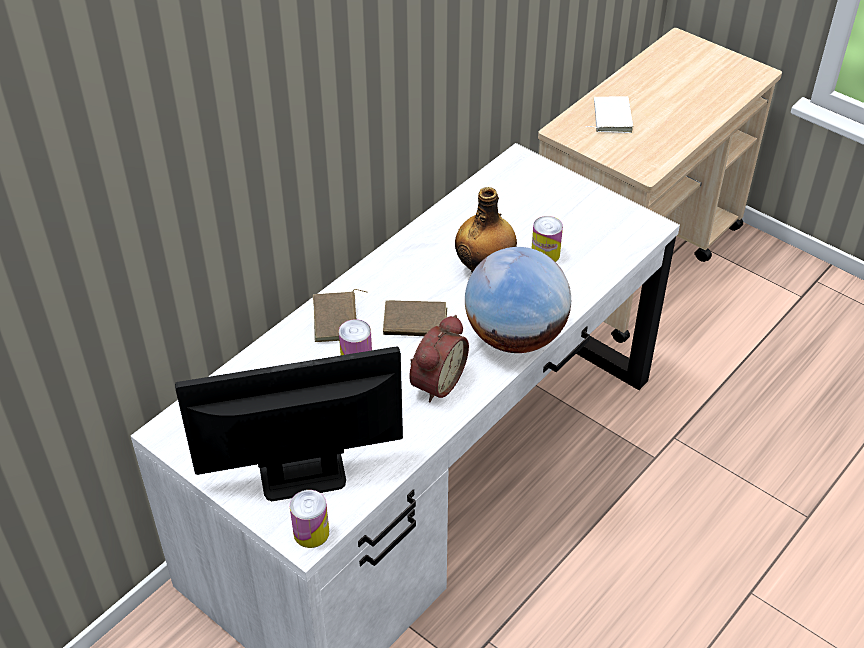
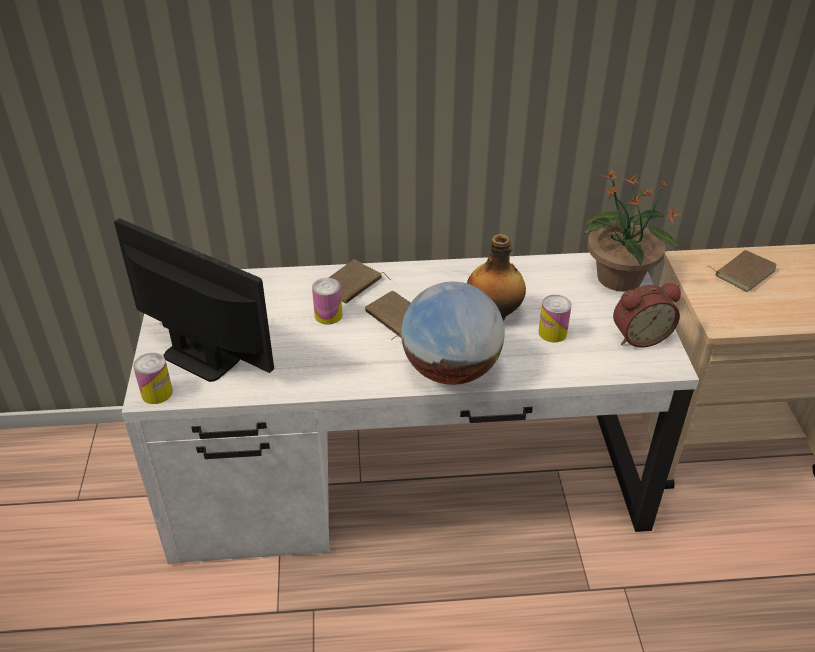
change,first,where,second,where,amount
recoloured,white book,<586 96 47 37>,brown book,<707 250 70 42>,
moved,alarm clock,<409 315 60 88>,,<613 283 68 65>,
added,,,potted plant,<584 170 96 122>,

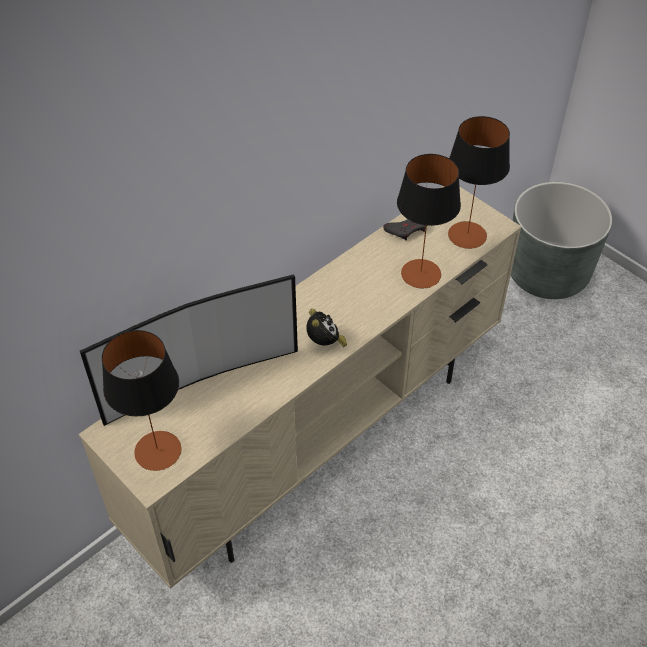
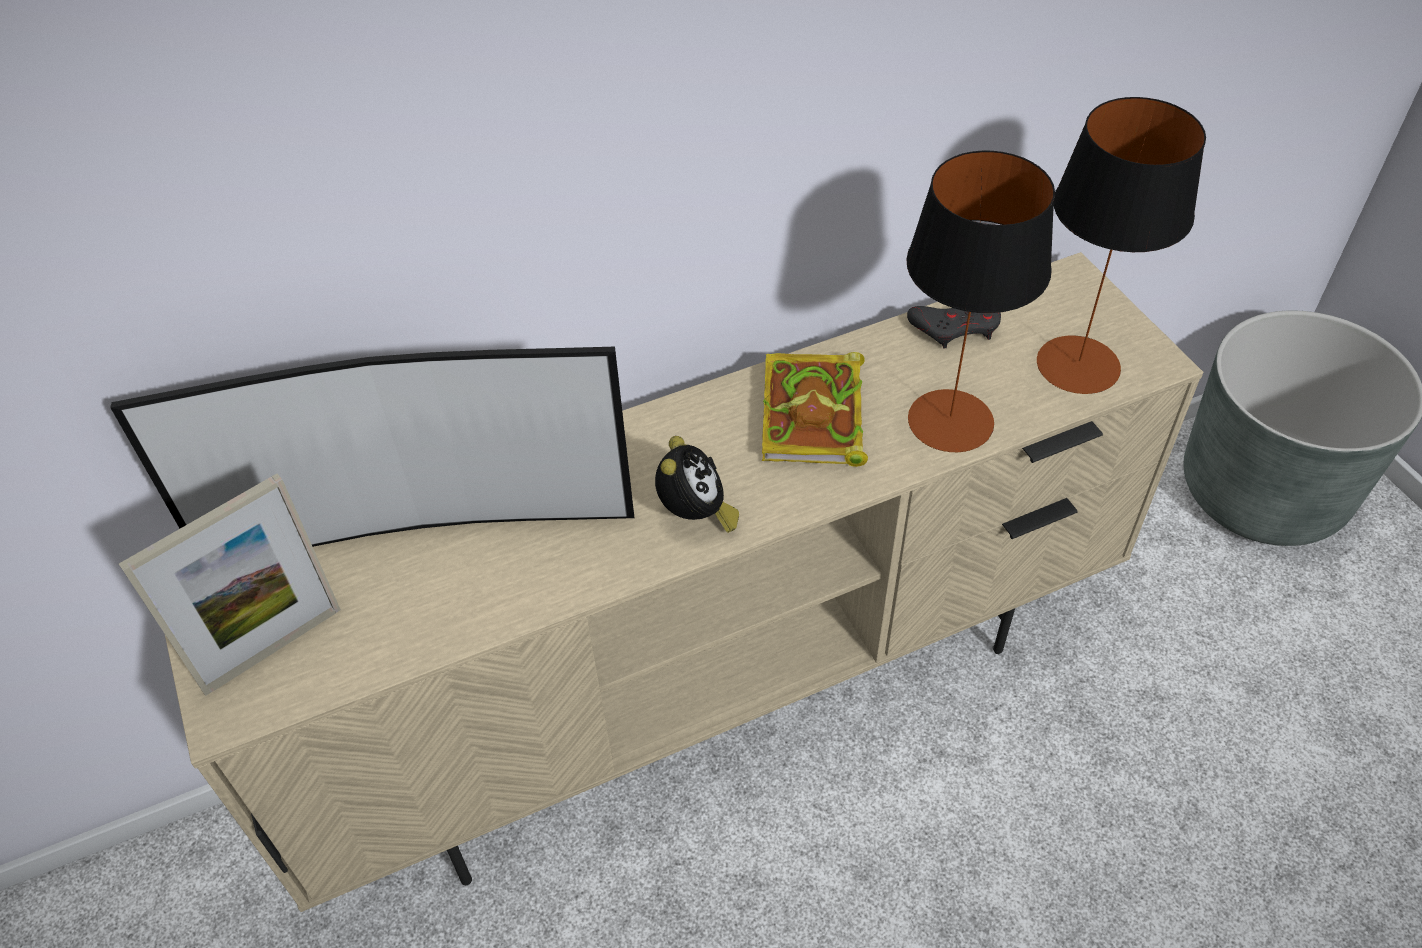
change,first,where,second,where,amount
replaced,table lamp,<102 330 79 141>,picture frame,<119 474 222 222>,
added,,,book,<762 352 106 115>,

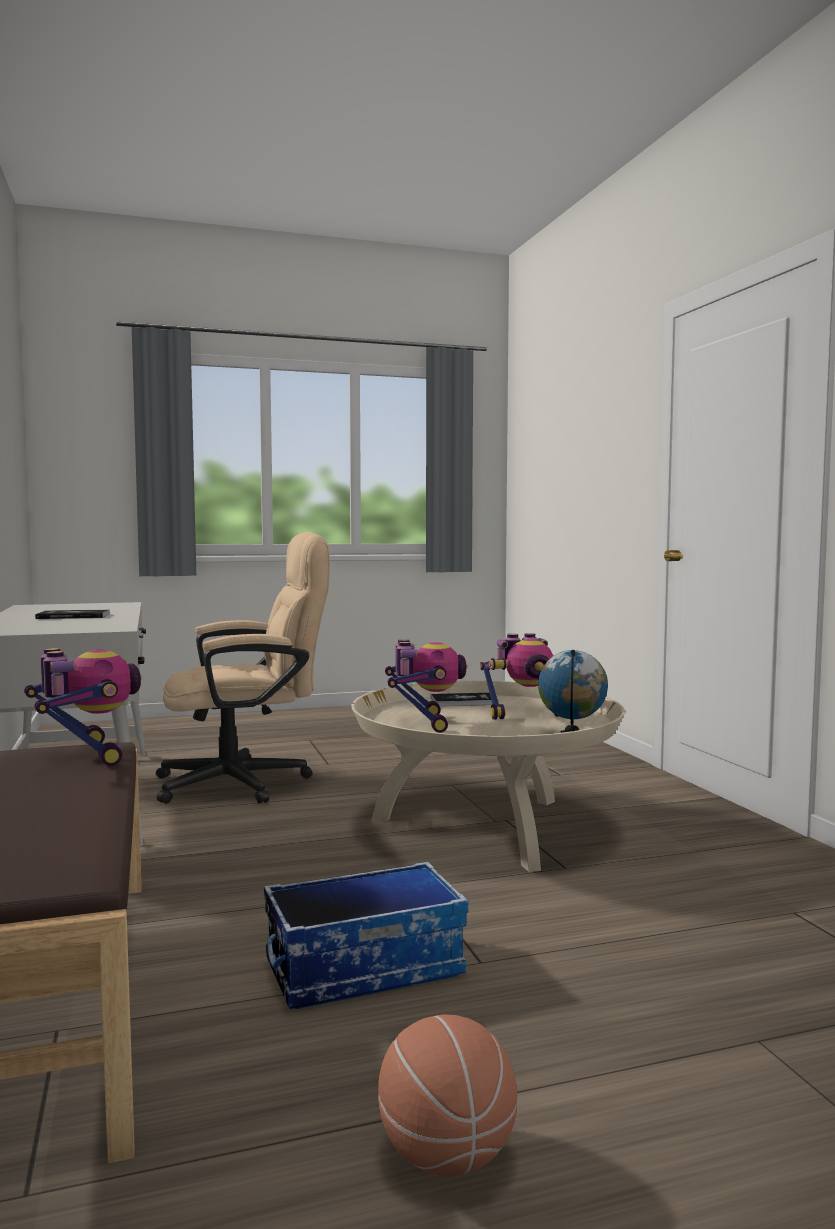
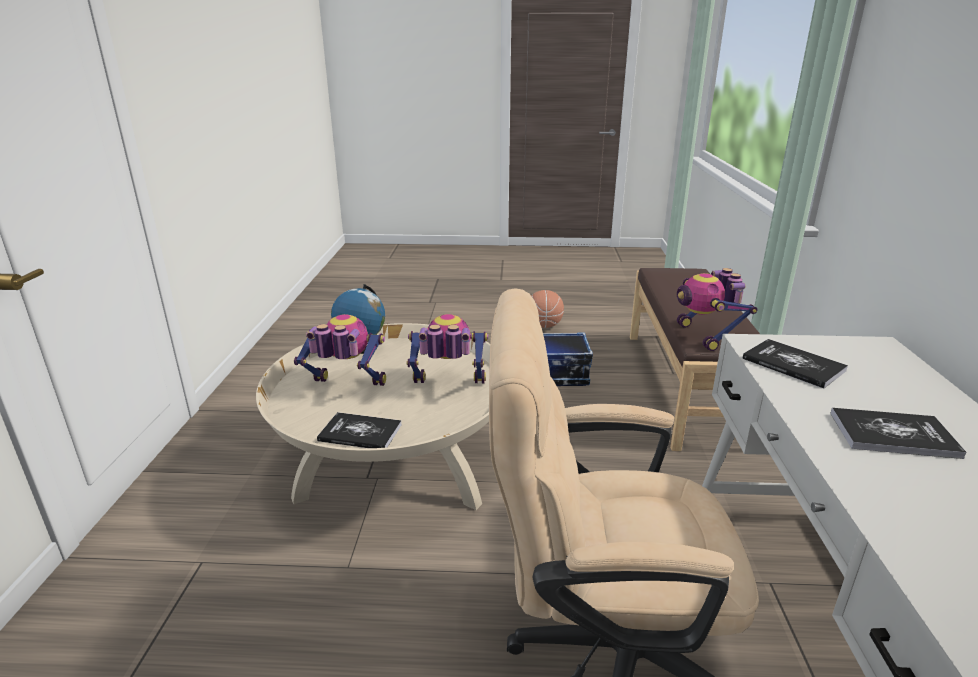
change,first,where,second,where,amount
turned,toy robot,<385 639 83 94>,,<406 314 82 69>,75 degrees clockwise
added,,,book,<743 339 105 50>,

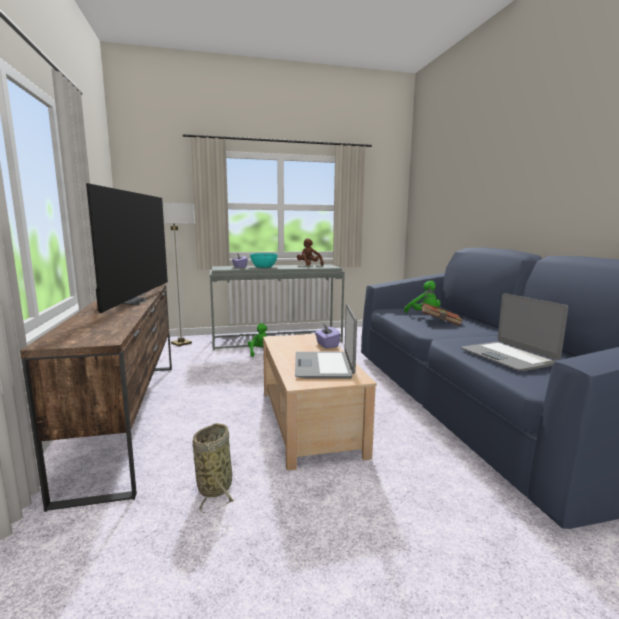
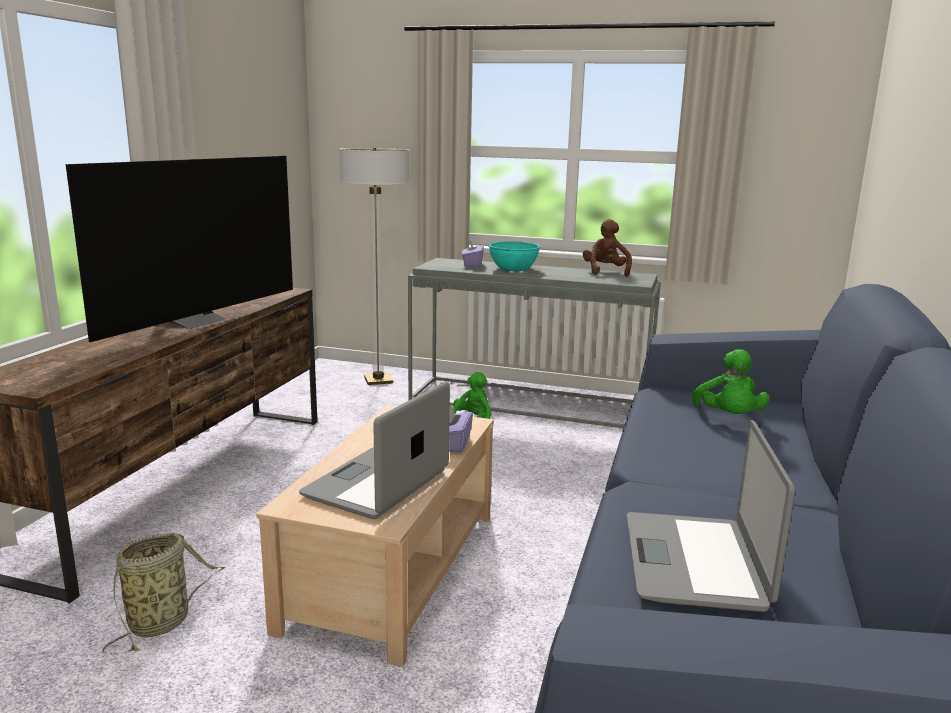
change,first,where,second,where,amount
removed,brown book,<422 303 41 23>,,,

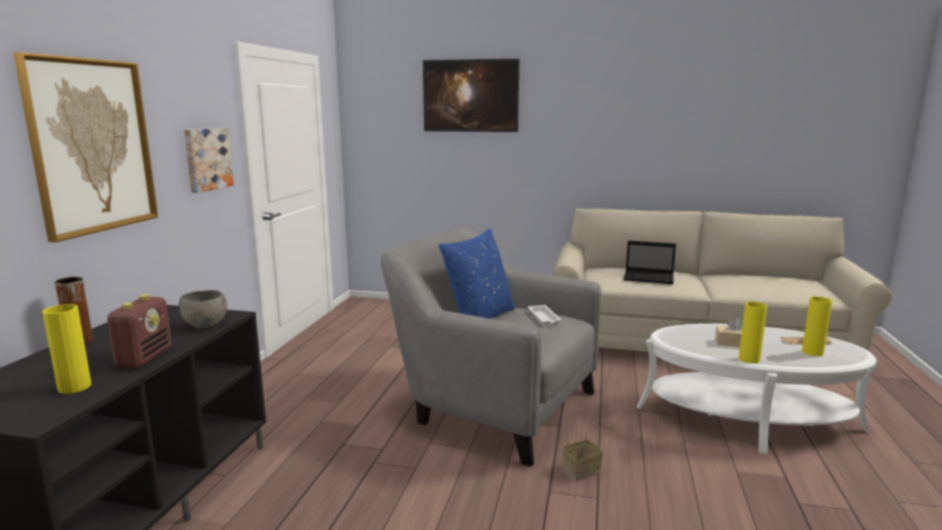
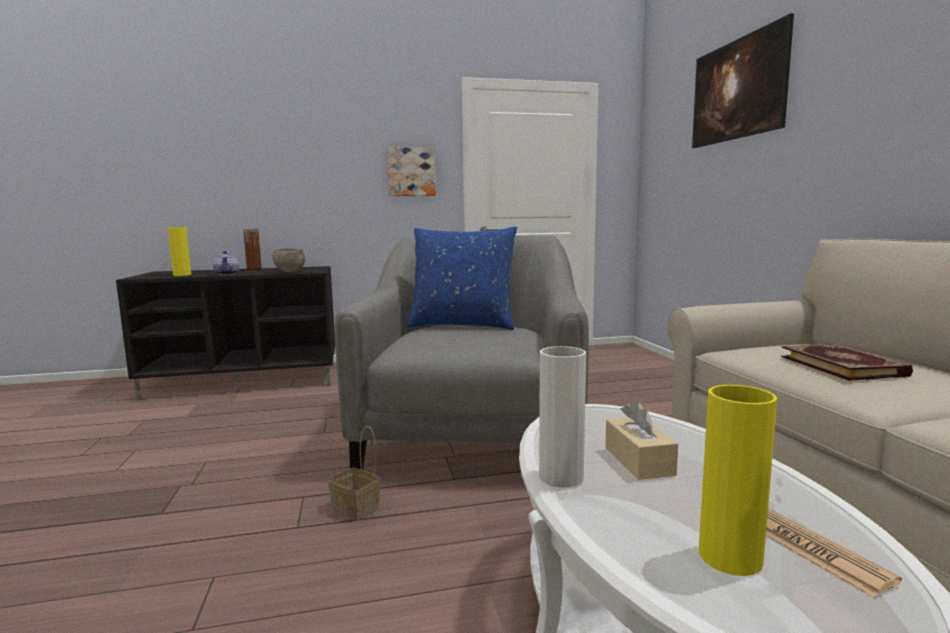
change,first,where,second,where,amount
removed,picture,<13 52 145 190>,,,
replaced,laptop,<624 241 52 43>,book,<781 344 132 37>,
replaced,radio,<107 294 65 74>,teapot,<213 251 27 24>,
recoloured,yellow vase,<739 302 28 61>,white vase,<539 346 47 142>,
removed,white tray,<528 305 33 20>,,,

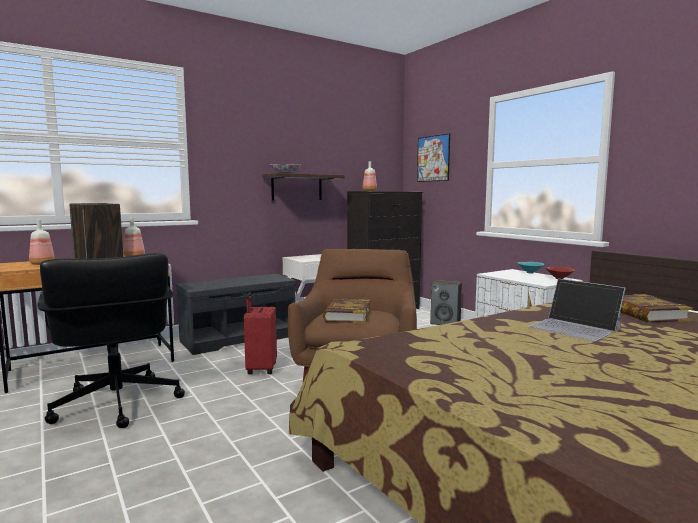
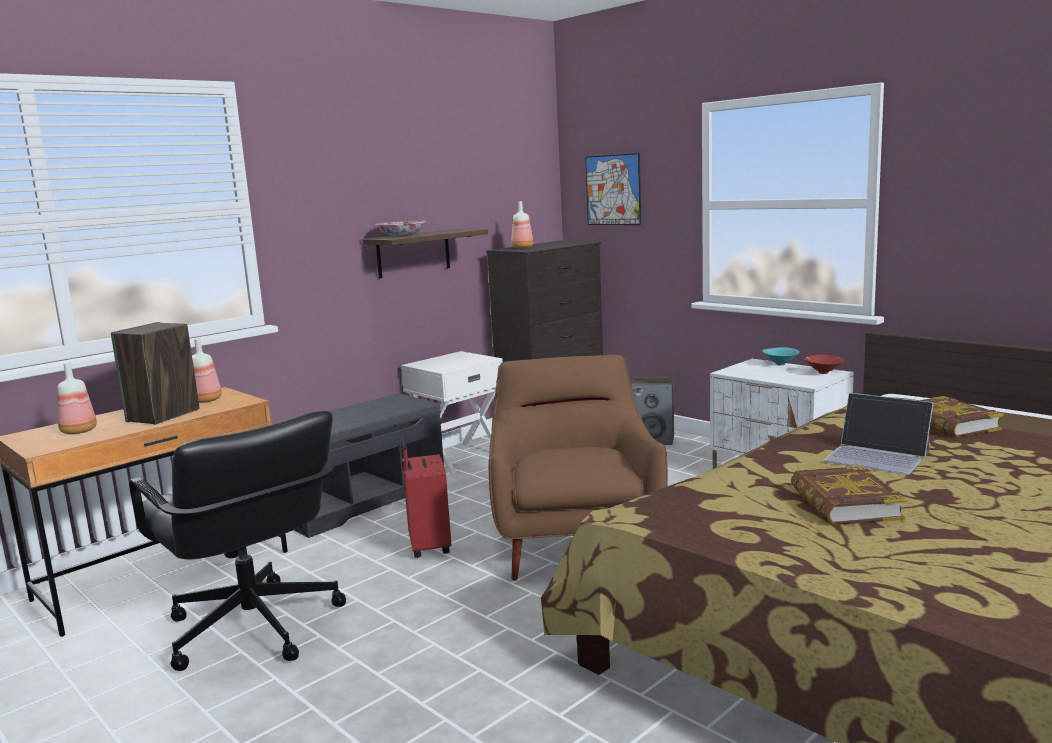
change,first,where,second,where,amount
moved,book,<323 299 47 24>,,<791 466 116 59>,

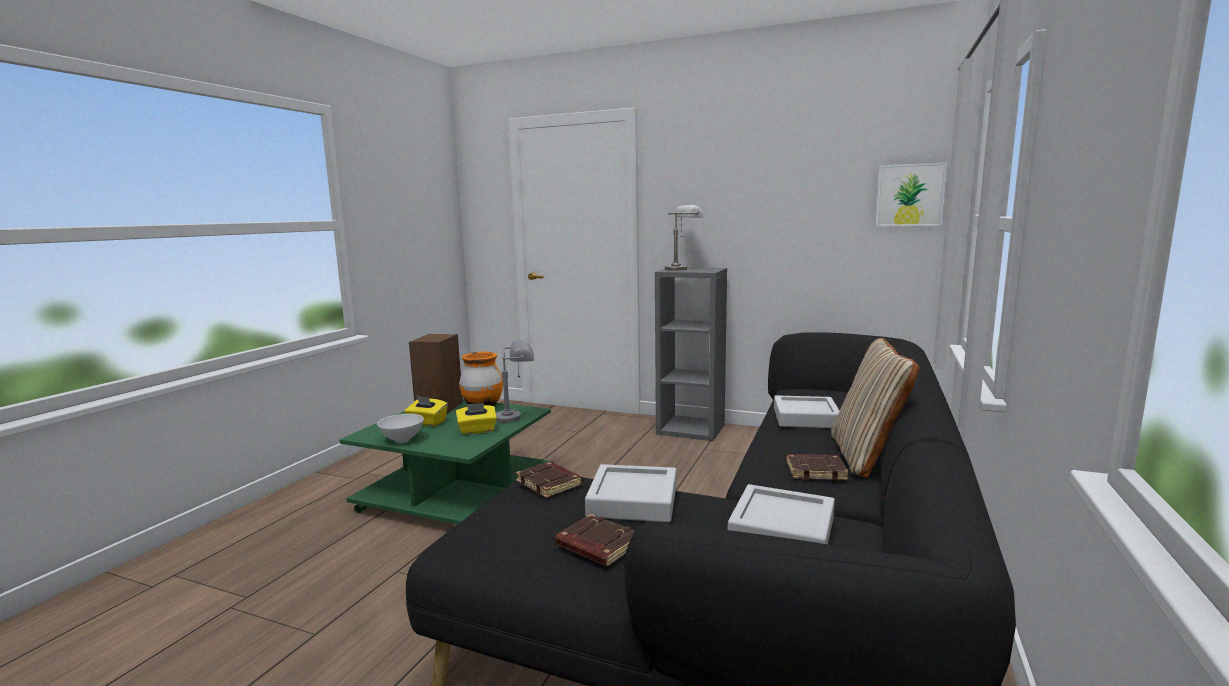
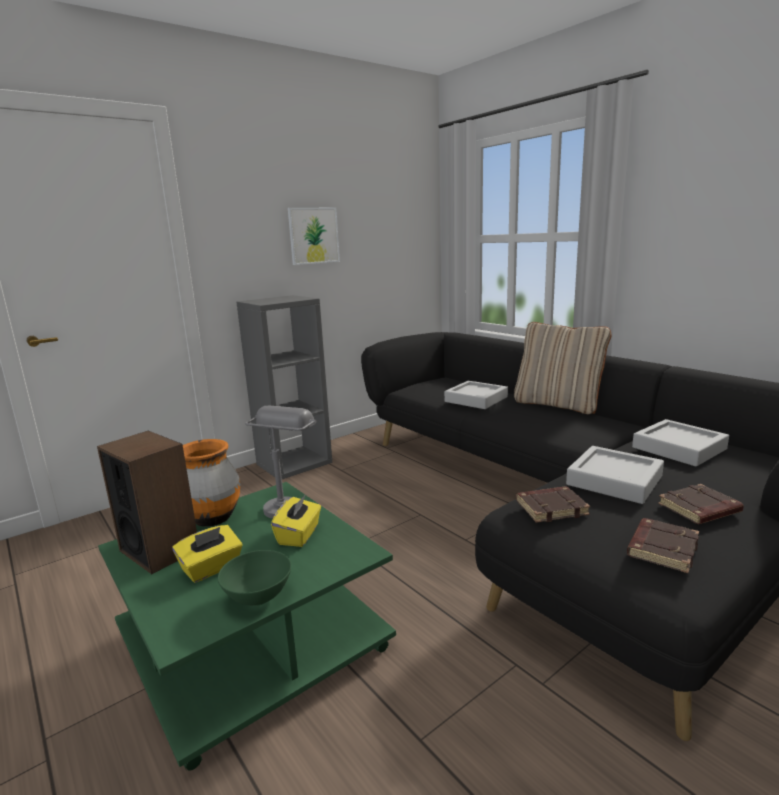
change,first,where,second,where,amount
moved,picture,<876 163 71 64>,,<288 208 52 57>,
removed,grey table lamp,<665 205 39 66>,,,
recoloured,white bowl,<377 414 47 29>,green bowl,<218 550 73 56>,
moved,brown book,<787 454 62 27>,,<627 518 72 55>,

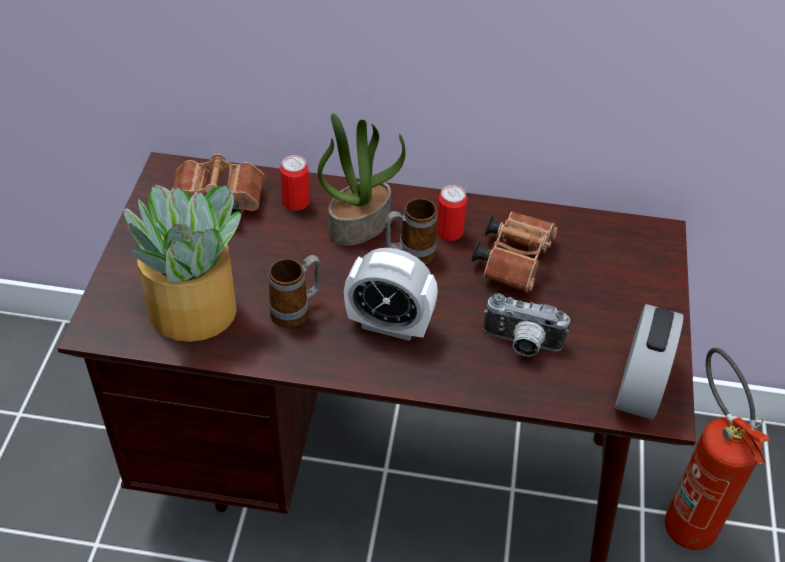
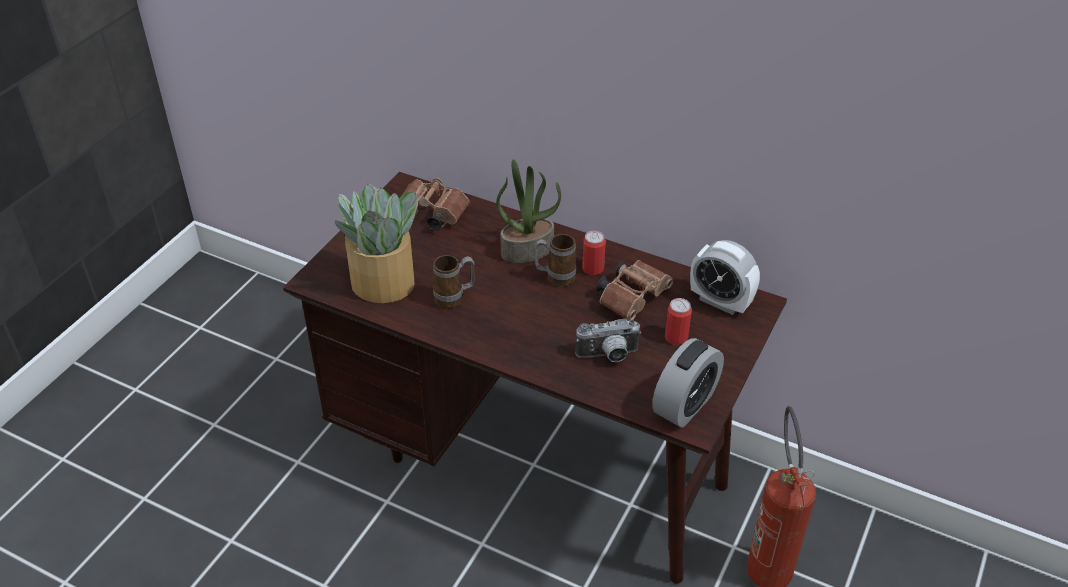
change,first,where,second,where,amount
moved,can,<280 155 30 56>,,<665 298 27 47>,
moved,alarm clock,<344 248 94 93>,,<690 240 70 75>,
turned,photo camera,<483 293 87 63>,,<575 319 66 43>,45 degrees counterclockwise

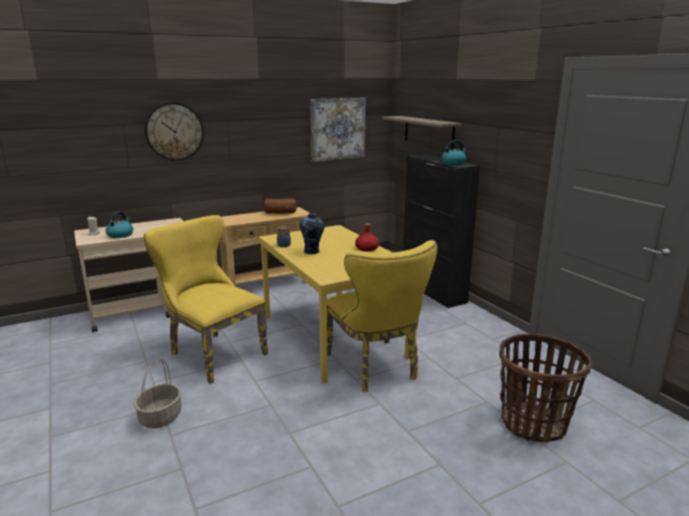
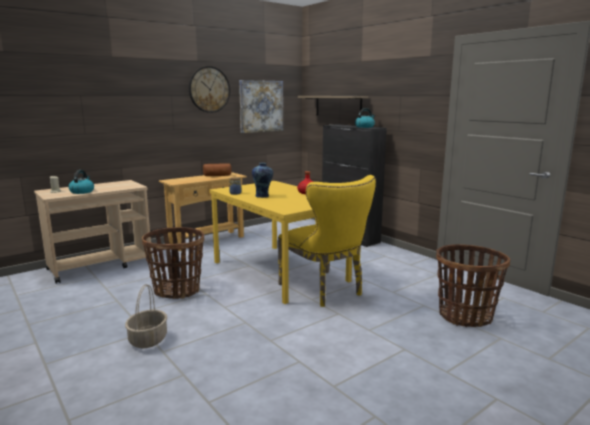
change,first,where,second,where,amount
moved,wall clock,<145 102 59 59>,,<189 66 41 47>,
replaced,yellow chair,<144 215 124 169>,basket,<142 227 62 72>,

